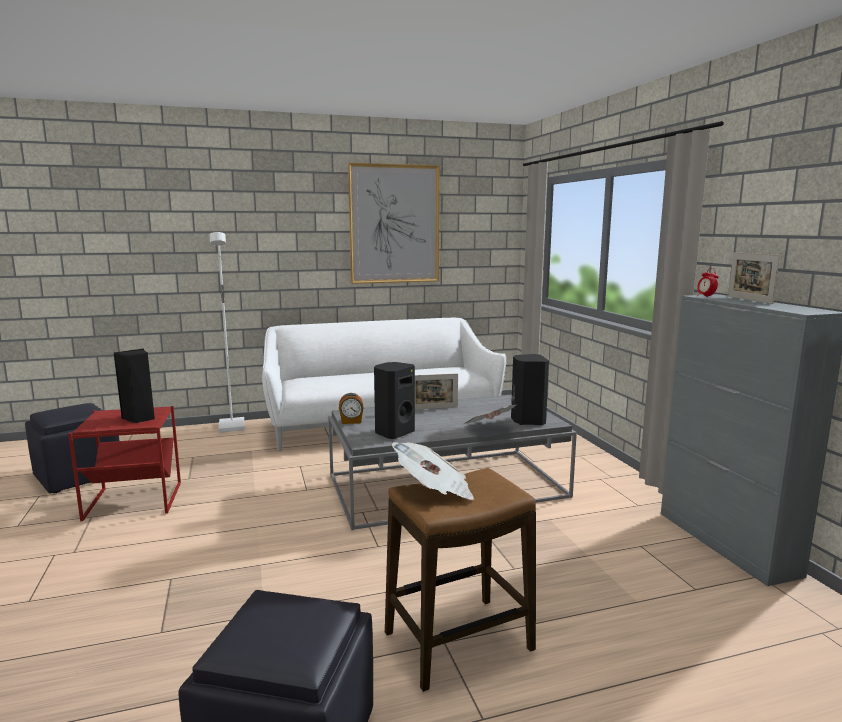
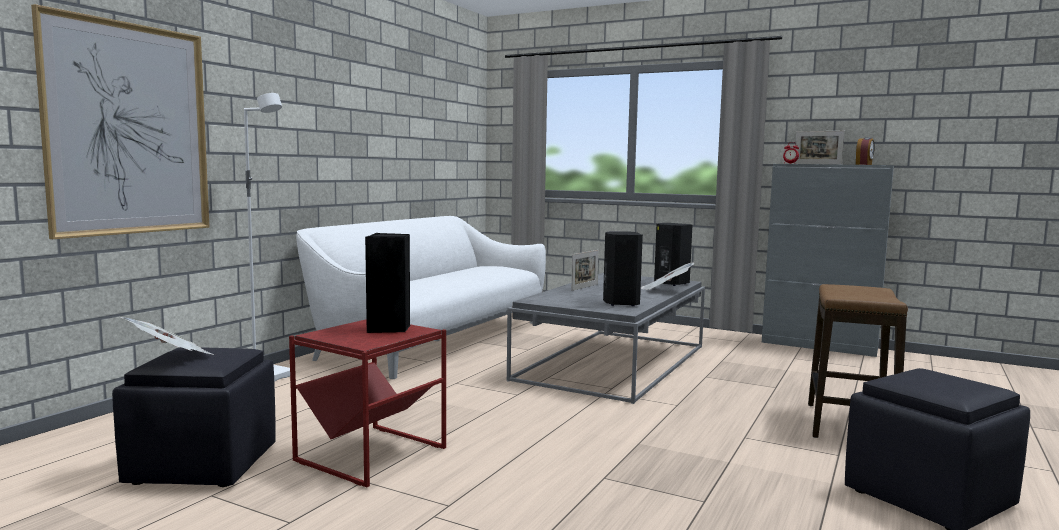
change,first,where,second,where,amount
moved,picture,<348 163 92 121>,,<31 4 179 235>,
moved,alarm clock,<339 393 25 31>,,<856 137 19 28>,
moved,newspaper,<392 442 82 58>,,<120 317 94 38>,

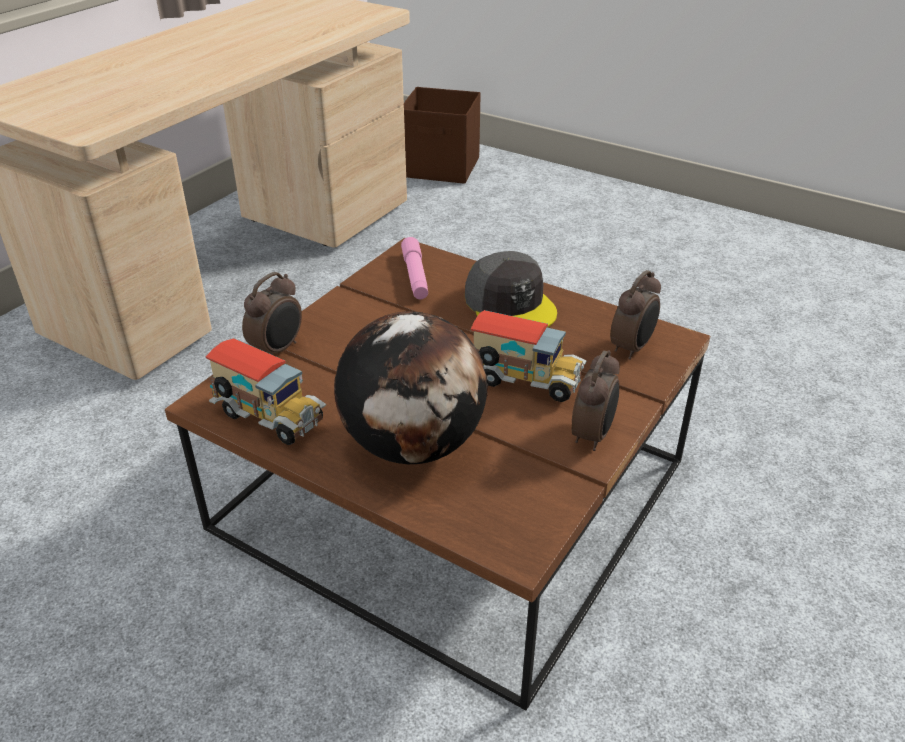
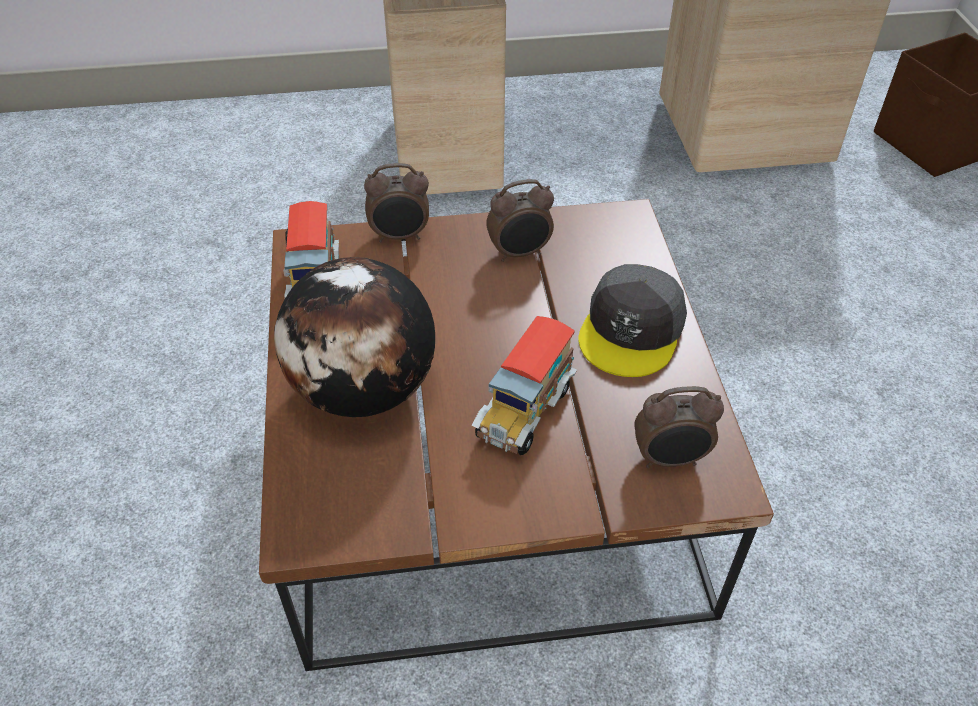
change,first,where,second,where,amount
removed,pink flashlight,<401 237 27 62>,,,
turned,toy truck,<471 310 115 92>,,<472 316 105 139>,45 degrees clockwise
moved,alarm clock,<572 351 48 100>,,<486 179 68 83>,

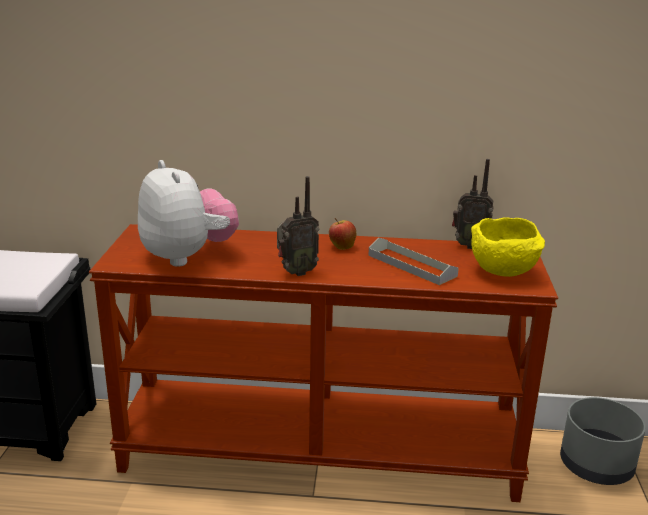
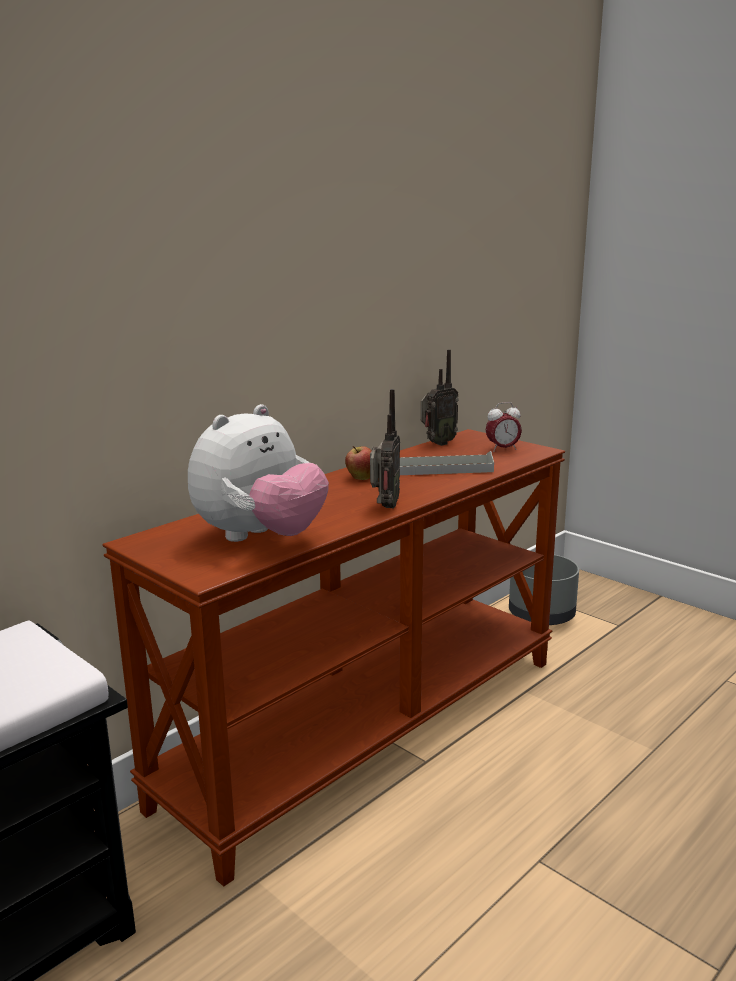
change,first,where,second,where,amount
turned,plush toy,<138 160 101 107>,,<188 404 141 138>,120 degrees clockwise
replaced,yellow bowl,<471 217 74 60>,alarm clock,<486 402 36 50>,

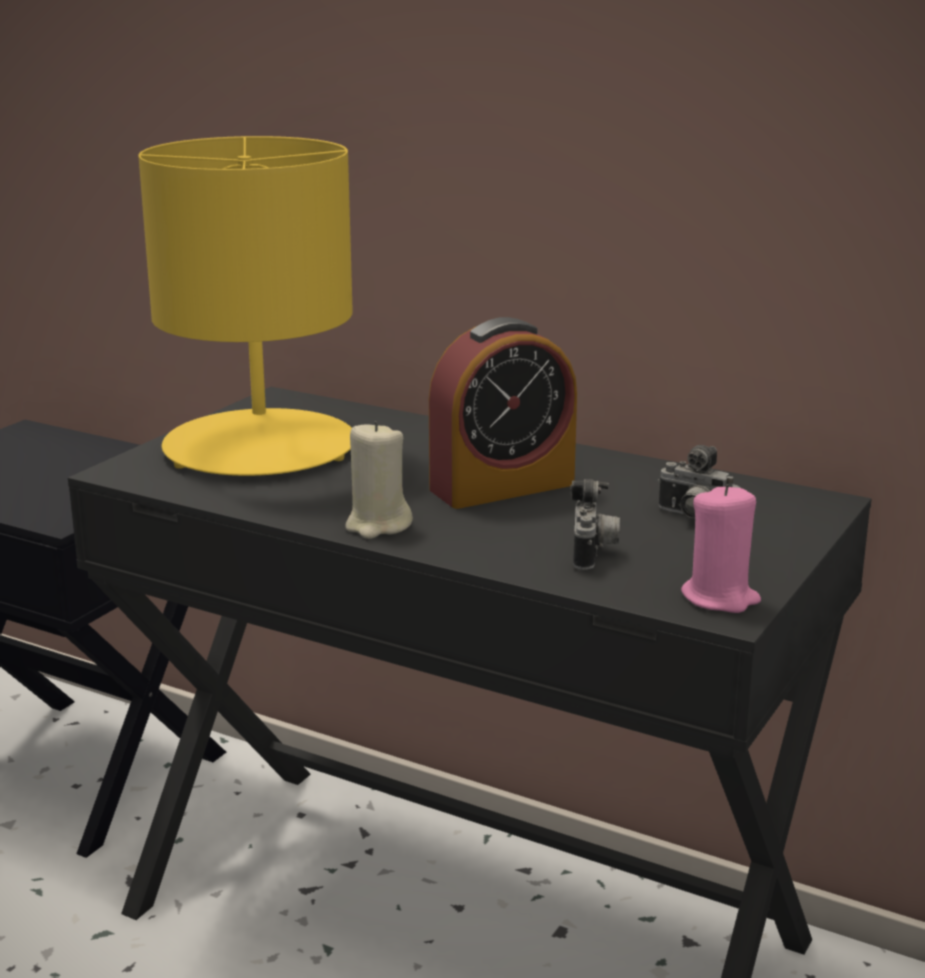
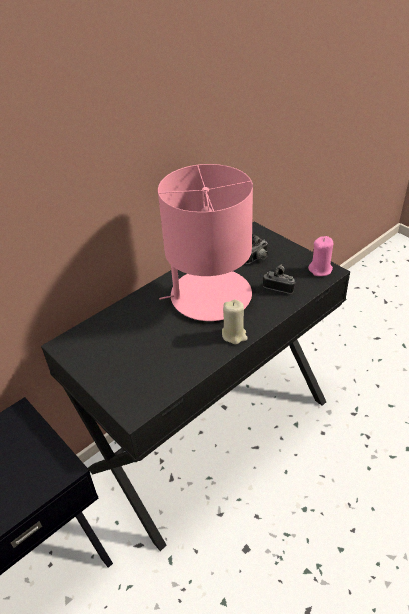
change,first,where,second,where,amount
removed,yellow table lamp,<138 136 215 340>,,,
replaced,alarm clock,<429 317 148 192>,pink table lamp,<158 164 95 157>,

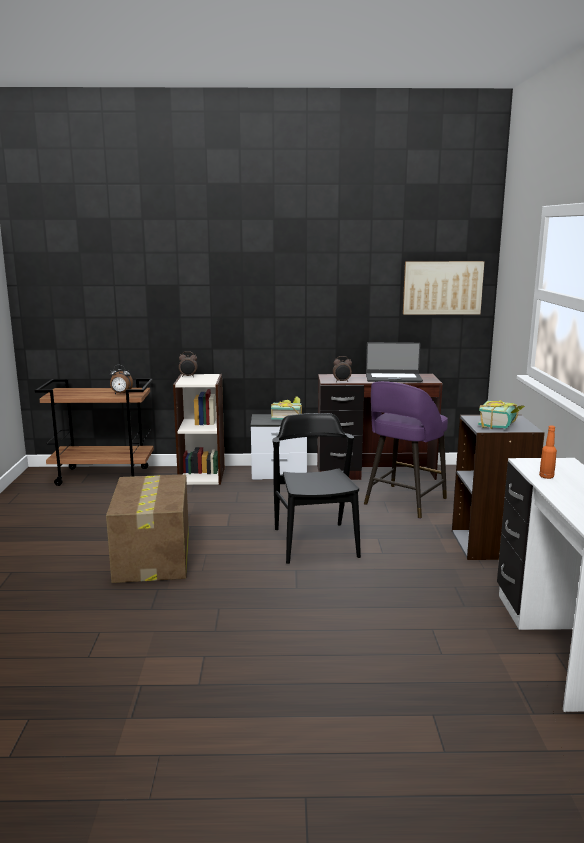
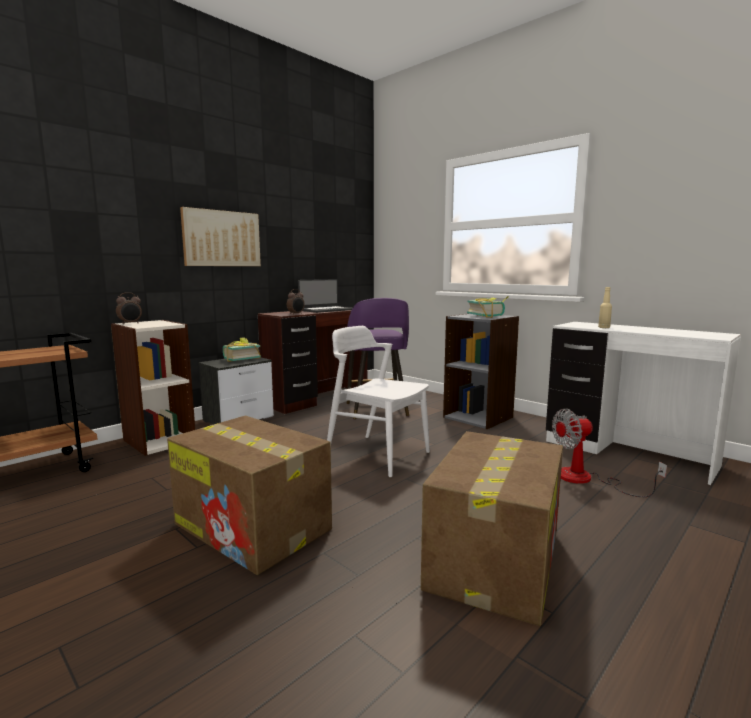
change,first,where,second,where,amount
moved,picture,<403 261 81 54>,,<180 207 81 59>,
removed,alarm clock,<109 365 24 29>,,,
recoloured,black chair,<272 413 89 151>,white chair,<327 326 103 152>,
recoloured,orange bottle,<539 426 18 53>,beige bottle,<598 287 14 41>,
added,,,fan,<552 409 115 88>,
added,,,cardboard box,<421 431 142 195>,

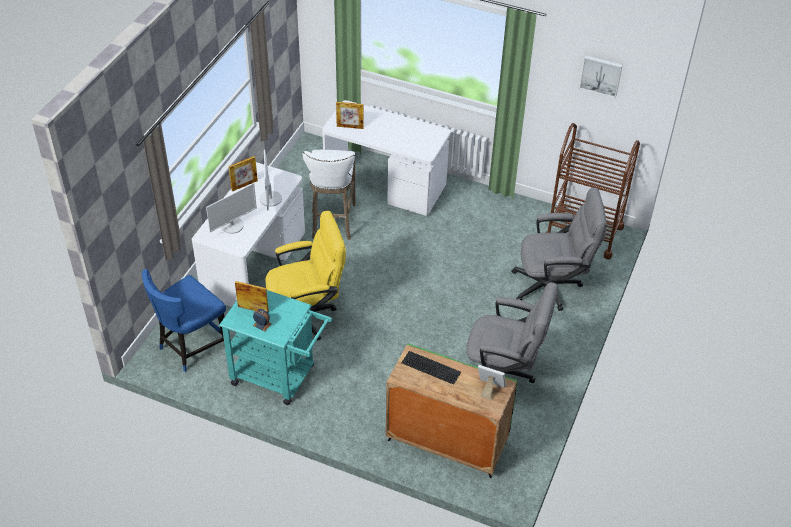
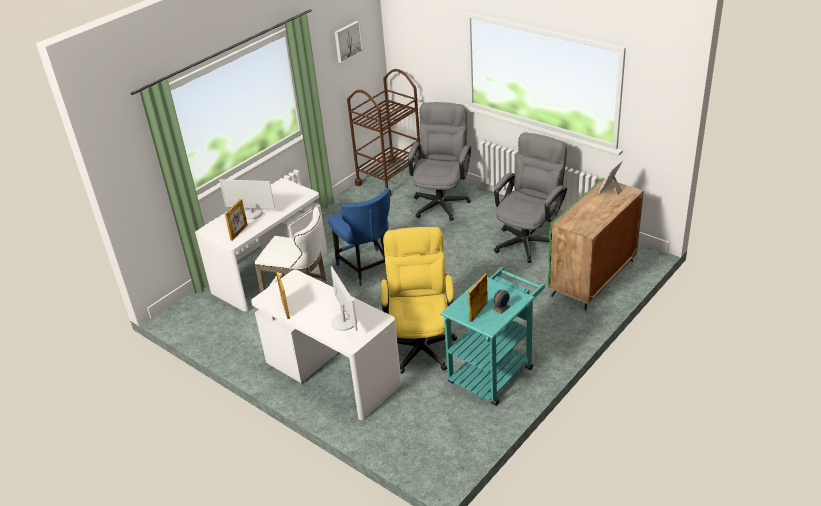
change,first,where,second,where,amount
moved,monitor,<259 149 23 62>,,<219 179 56 41>,
moved,blue chair,<142 269 84 103>,,<328 188 62 98>,
removed,keyboard,<401 351 60 34>,,,

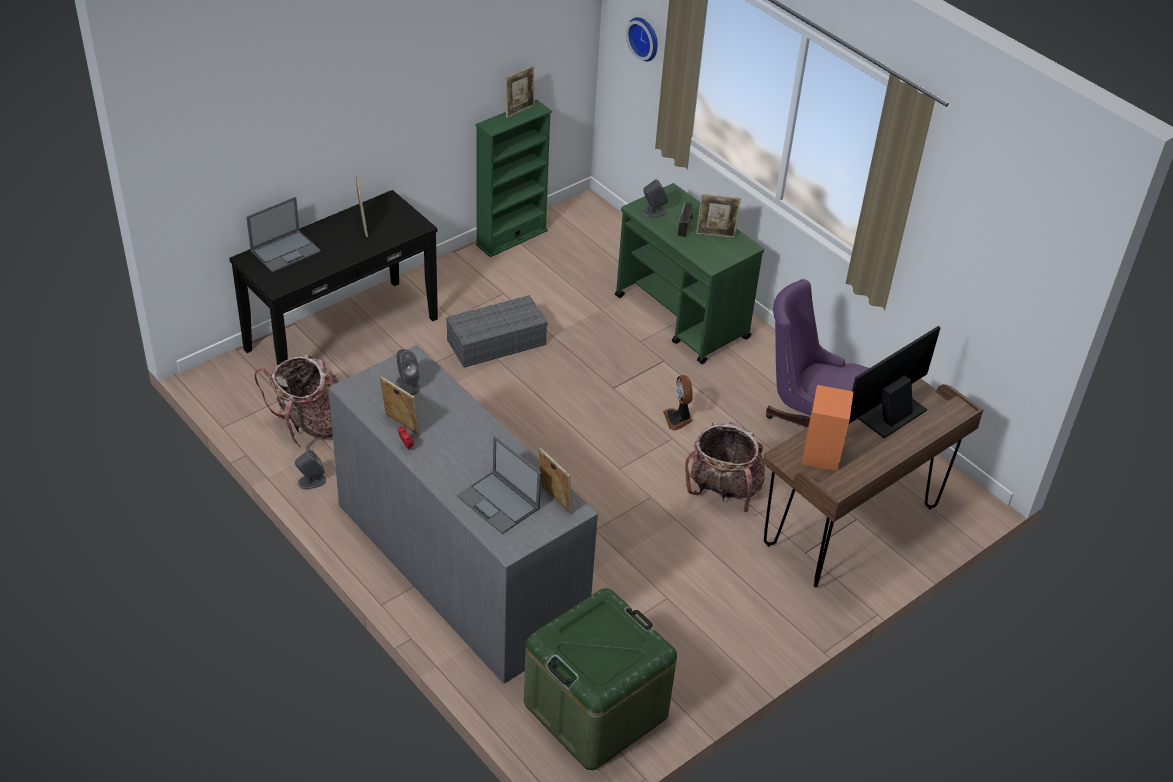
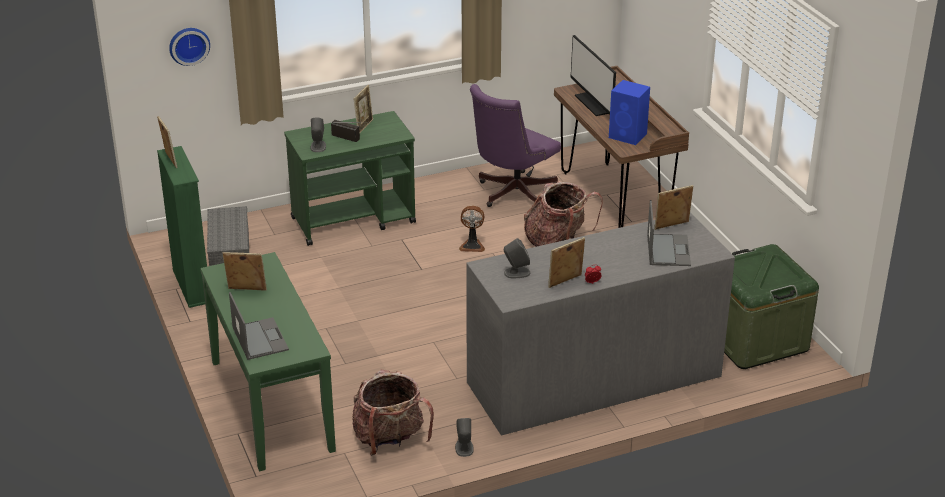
change,first,where,second,where,amount
recoloured,black console table,<229 190 209 176>,green console table,<200 252 136 219>,
moved,grey storage box,<446 295 102 73>,,<207 206 42 60>,
recoloured,orange speaker,<802 385 51 86>,blue speaker,<609 80 41 65>,
turned,laptop,<457 436 84 98>,,<647 200 44 66>,60 degrees counterclockwise

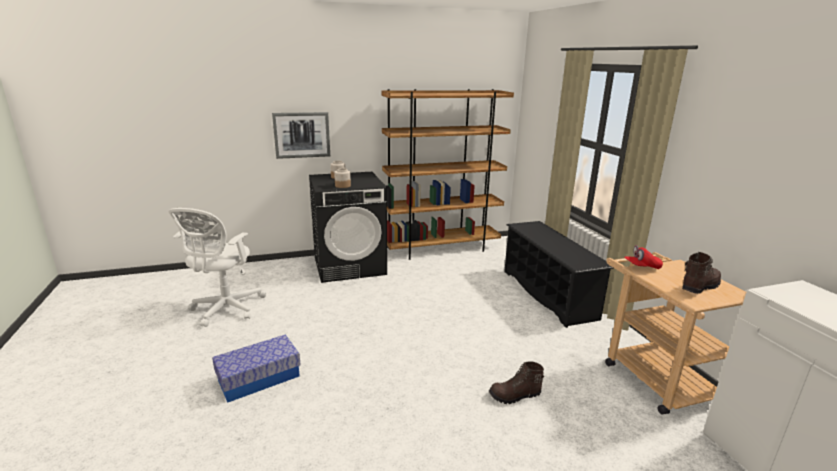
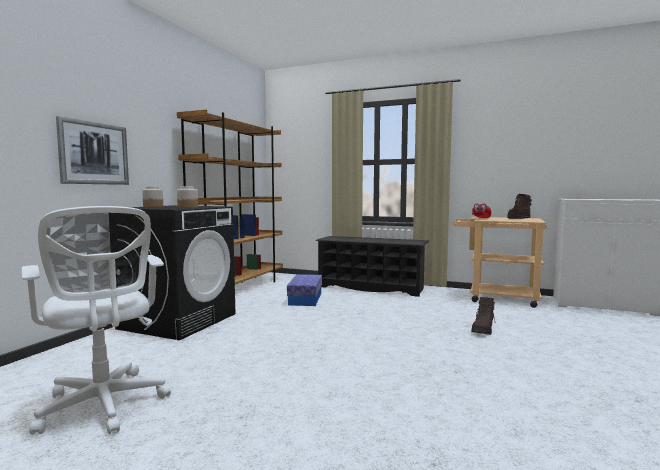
change,first,where,second,where,amount
moved,storage box,<212 334 88 69>,,<287 274 35 32>,

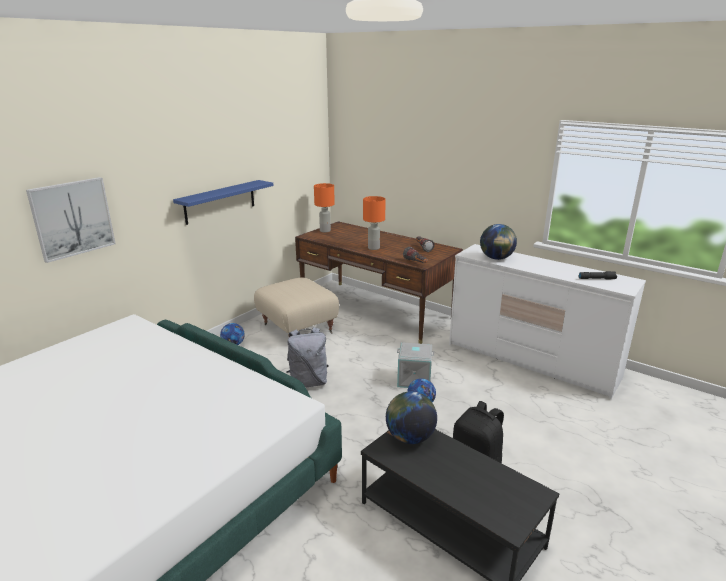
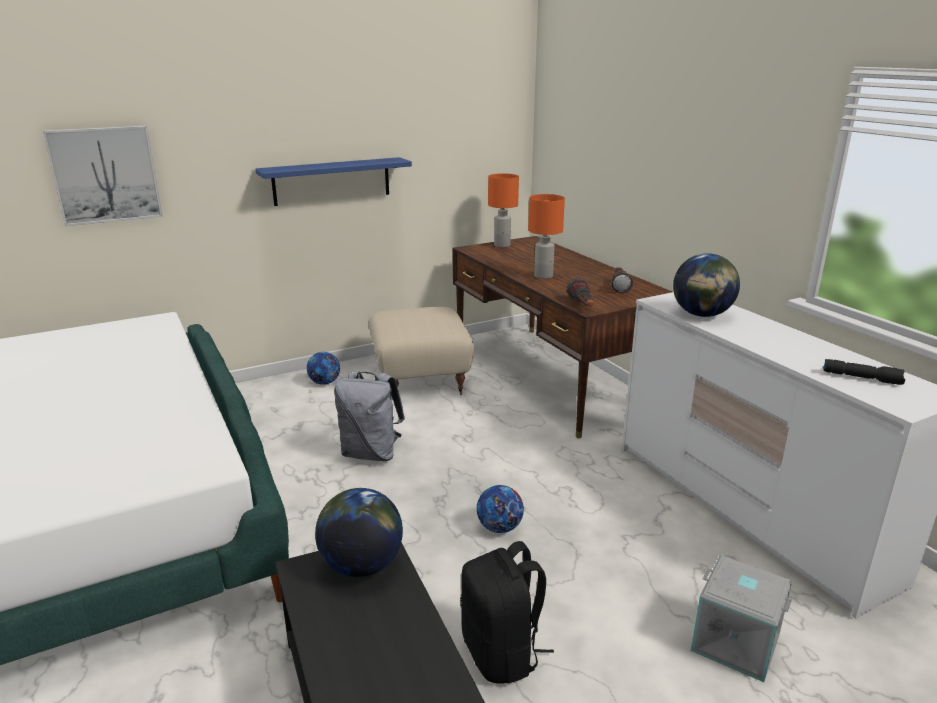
change,first,where,second,where,amount
moved,grey storage box,<397 342 37 46>,,<691 555 101 127>,

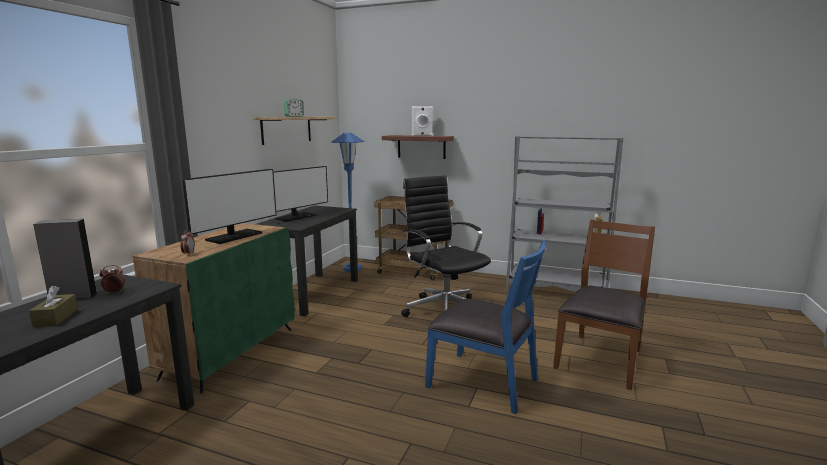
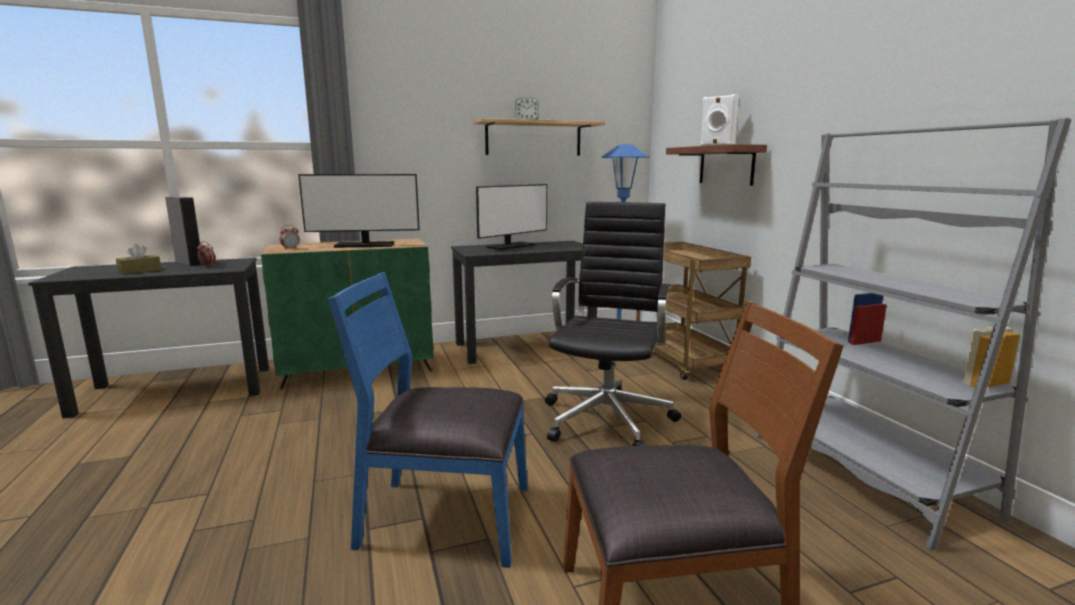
change,first,where,second,where,amount
turned,monitor,<273 166 55 56>,,<476 184 71 66>,45 degrees counterclockwise
turned,blue chair,<425 240 122 174>,,<328 272 200 296>,105 degrees clockwise

